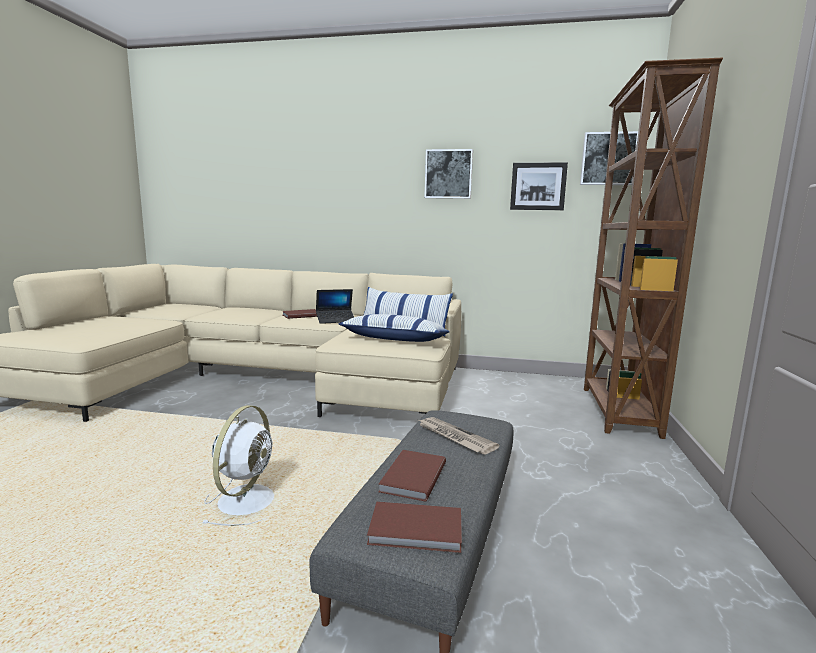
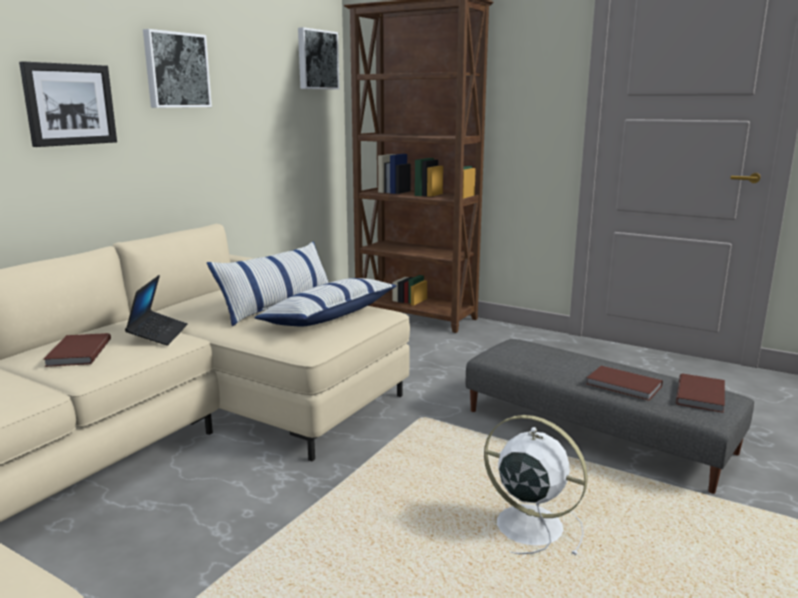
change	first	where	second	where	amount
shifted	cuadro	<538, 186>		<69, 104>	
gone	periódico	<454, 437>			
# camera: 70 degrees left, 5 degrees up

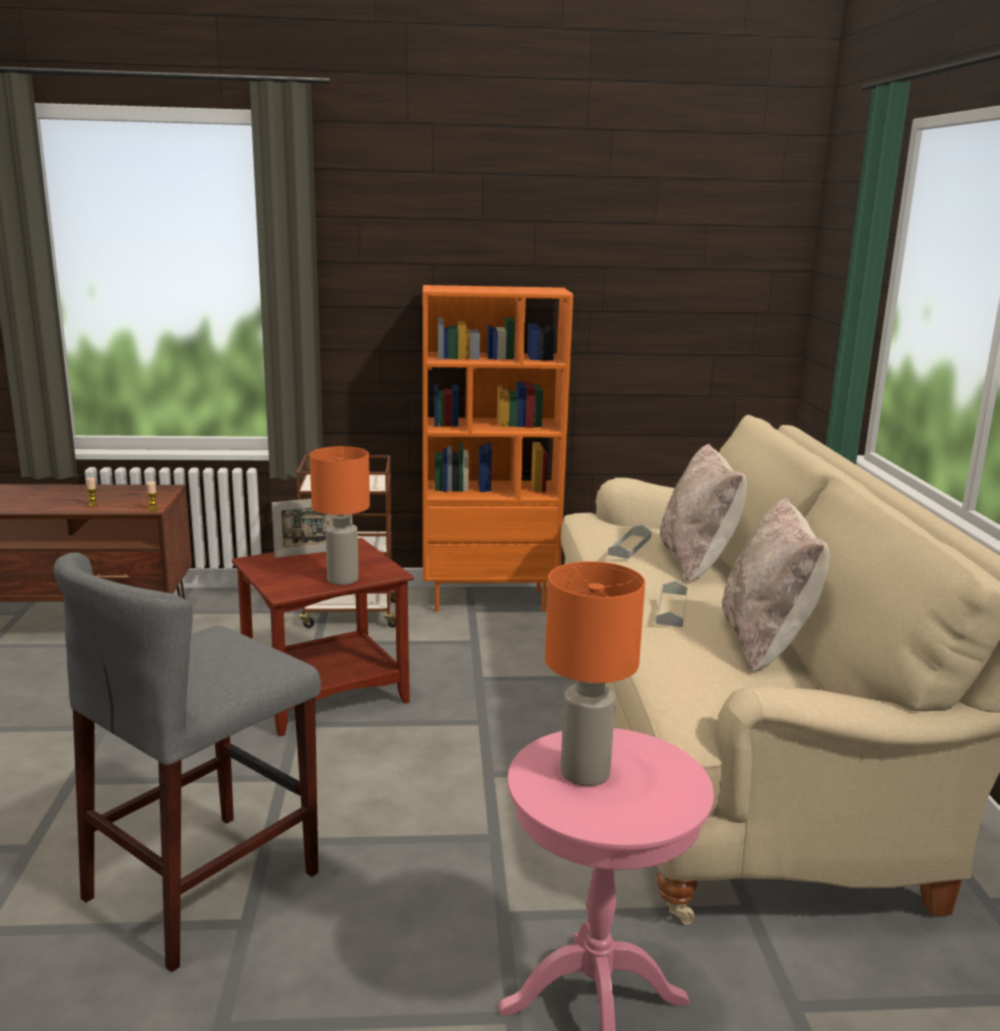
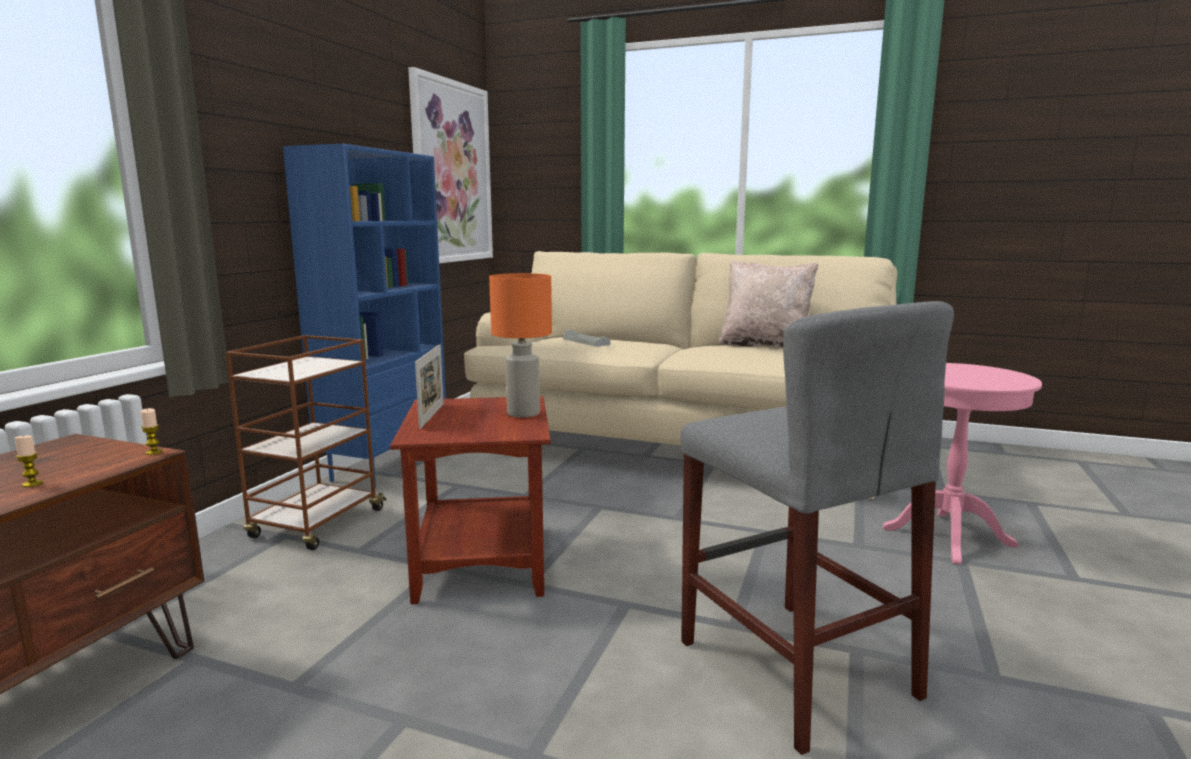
change	first	where	second	where	amount
repainted	estantería/naranja	<490, 600>	estantería/azul	<386, 465>	
gone	cojín/beis	<697, 561>			
gone	lámpara de mesa/naranja	<584, 774>			
gone	bandeja/gris	<671, 609>			
new			cuadro	<452, 173>	
# camera: 65 degrees left, 5 degrees down

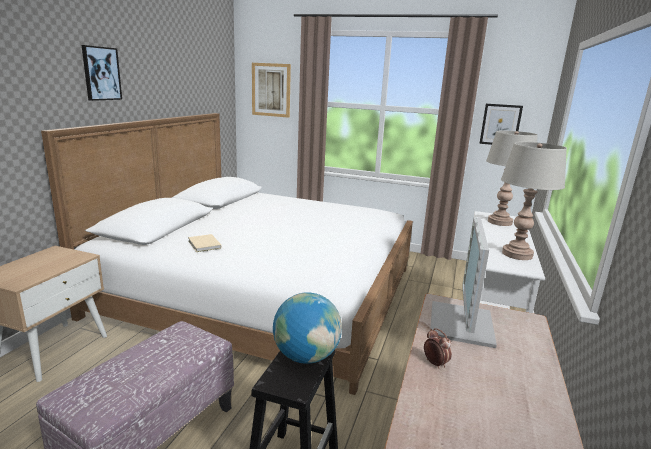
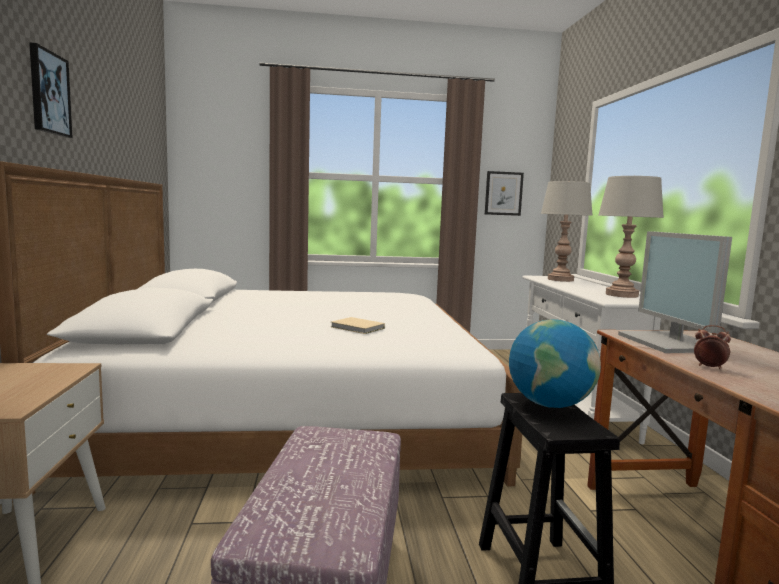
change	first	where	second	where	amount
gone	cuadro	<271, 90>			
shifted	libro/beis	<204, 245>		<358, 328>	
# camera: 25 degrees left, 10 degrees down

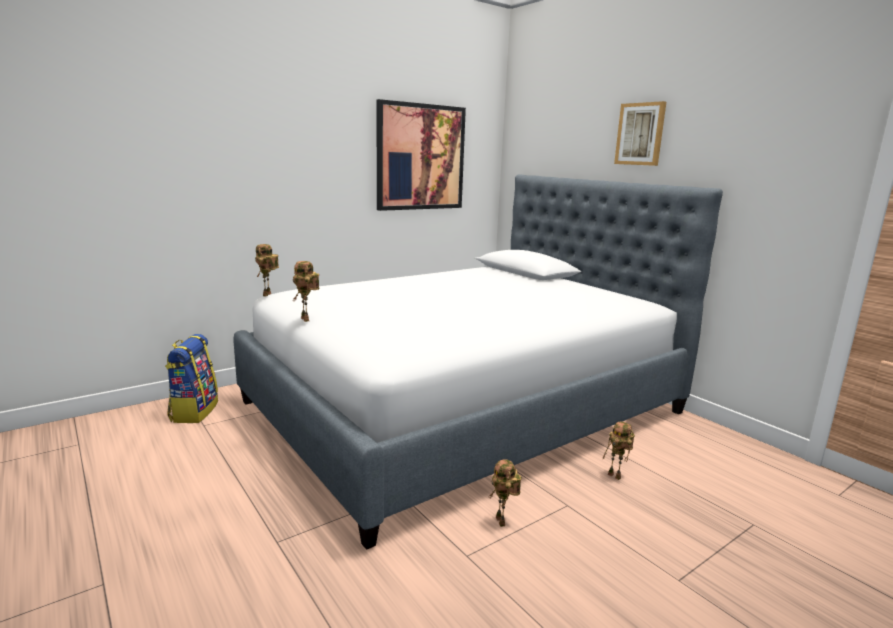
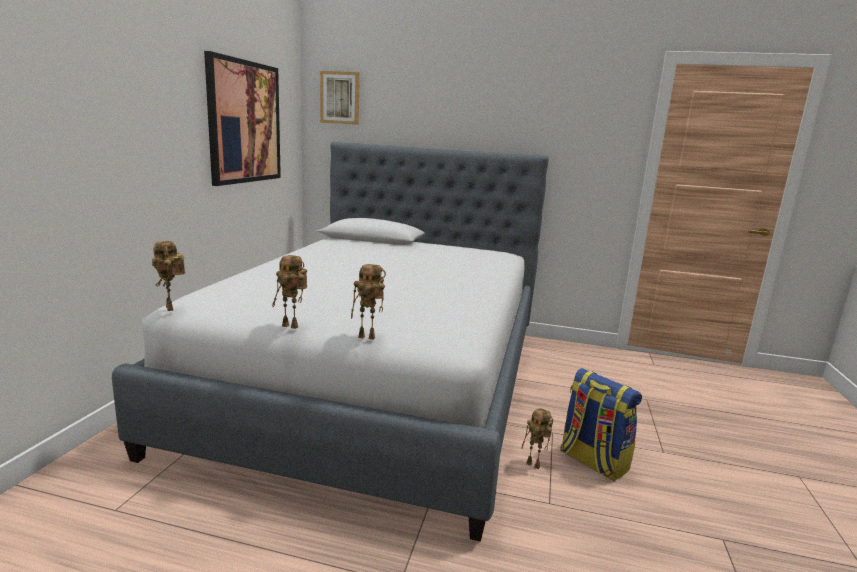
change	first	where	second	where	amount
shifted	cuadro	<640, 134>		<340, 98>	
shifted	mochila	<194, 411>		<592, 462>	
shifted	robot de juguete	<616, 476>		<368, 337>	
# camera: 40 degrees left, 0 degrees up

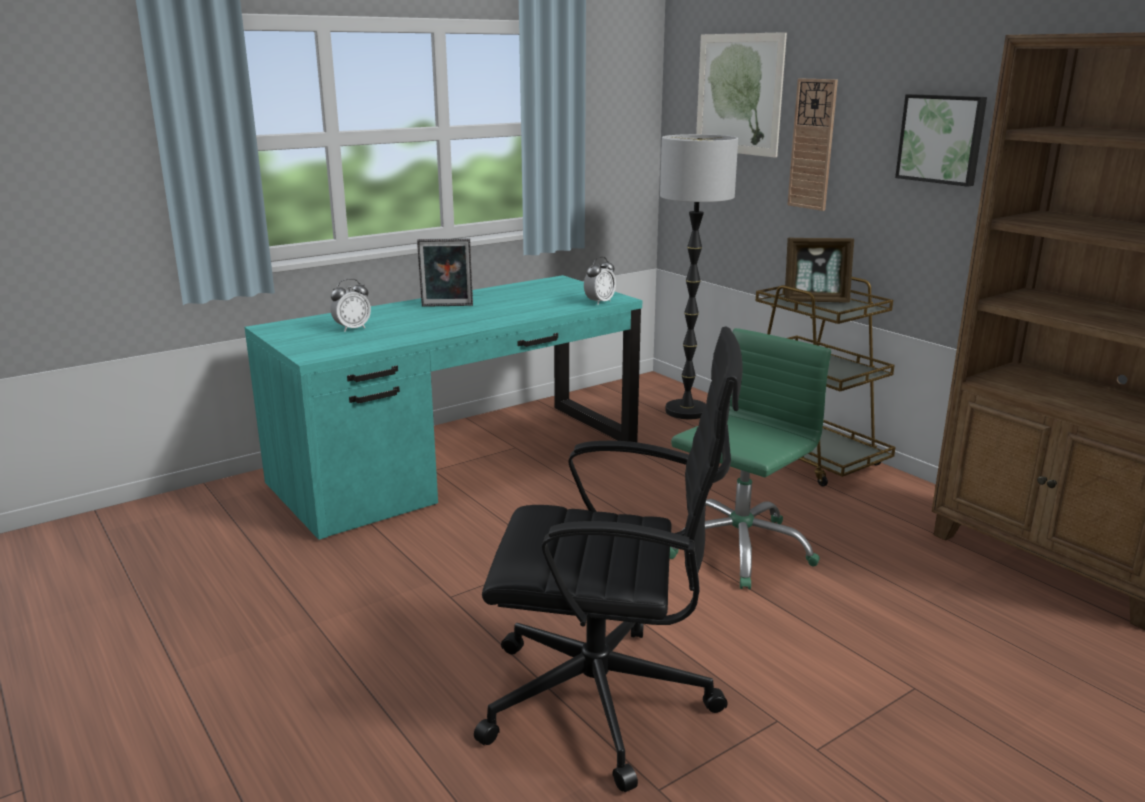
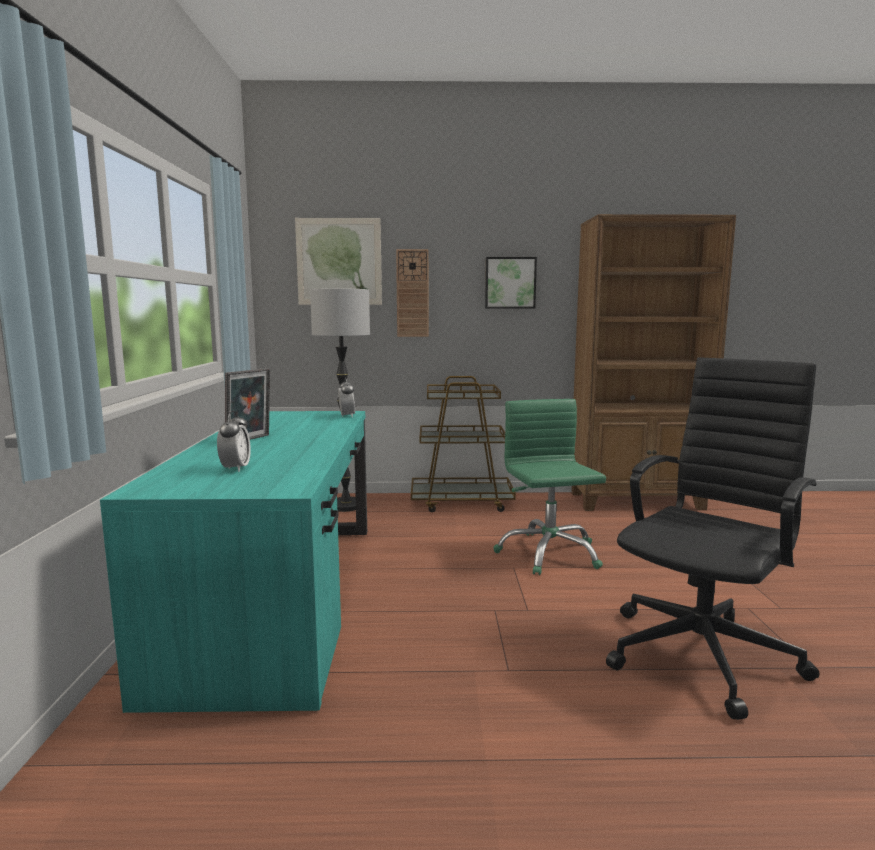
change	first	where	second	where	amount
gone	portarretratos	<816, 301>			
# camera: 55 degrees left, 10 degrees down

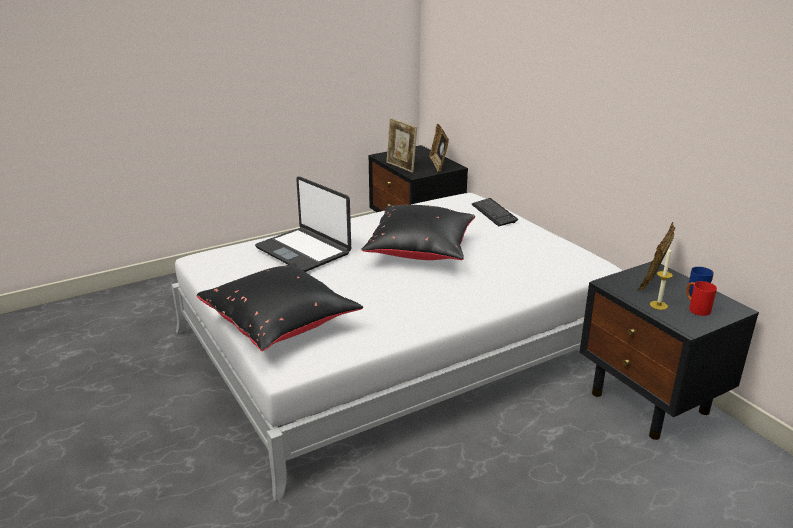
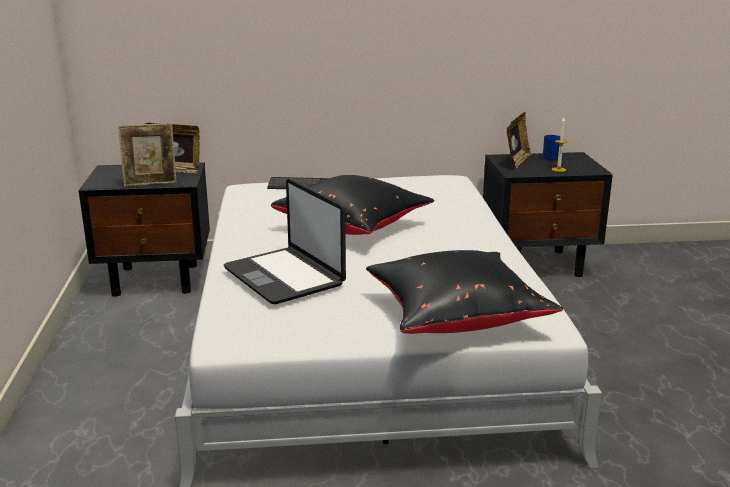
change	first	where	second	where	amount
rotated	portátil	<304, 250>		<285, 276>	75 degrees clockwise
rotated	portarretratos	<653, 279>		<517, 161>	120 degrees counterclockwise
gone	taza grande/rojo	<696, 309>			
# camera: 65 degrees left, 5 degrees down

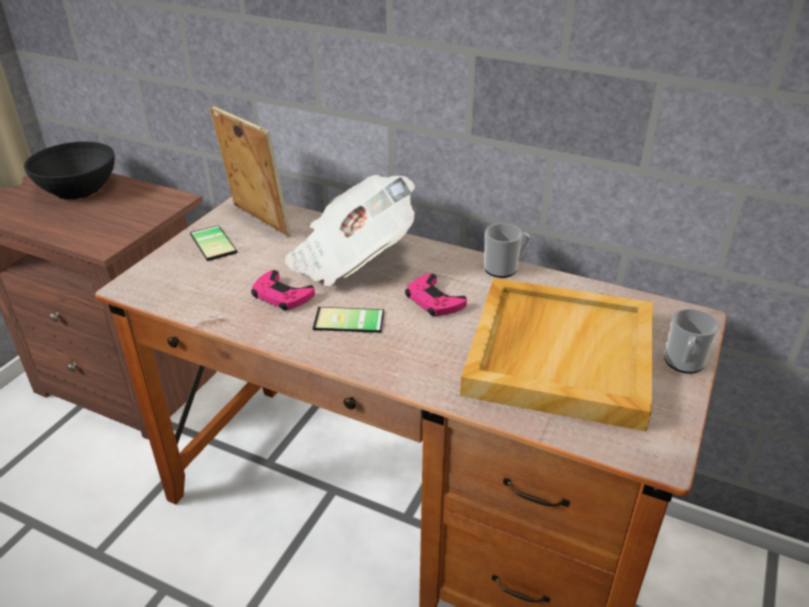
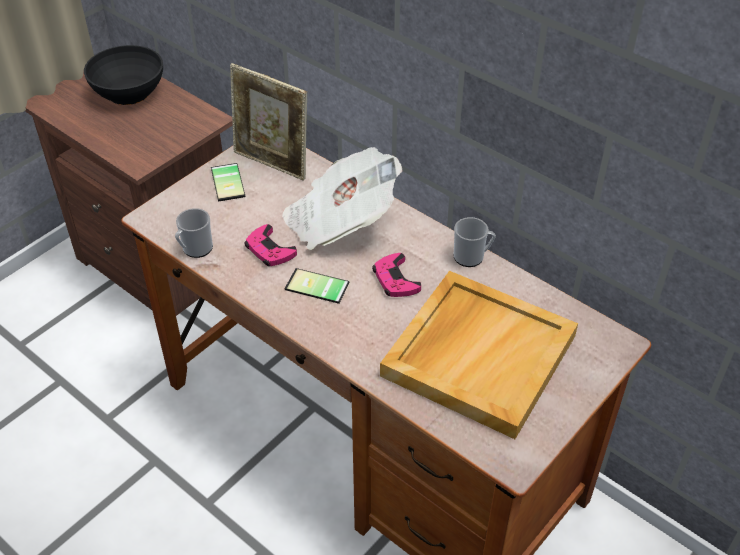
change	first	where	second	where	amount
rotated	portarretratos	<257, 221>		<272, 164>	150 degrees clockwise
shifted	taza grande	<683, 364>		<195, 249>	
# camera: 15 degrees right, 10 degrees up

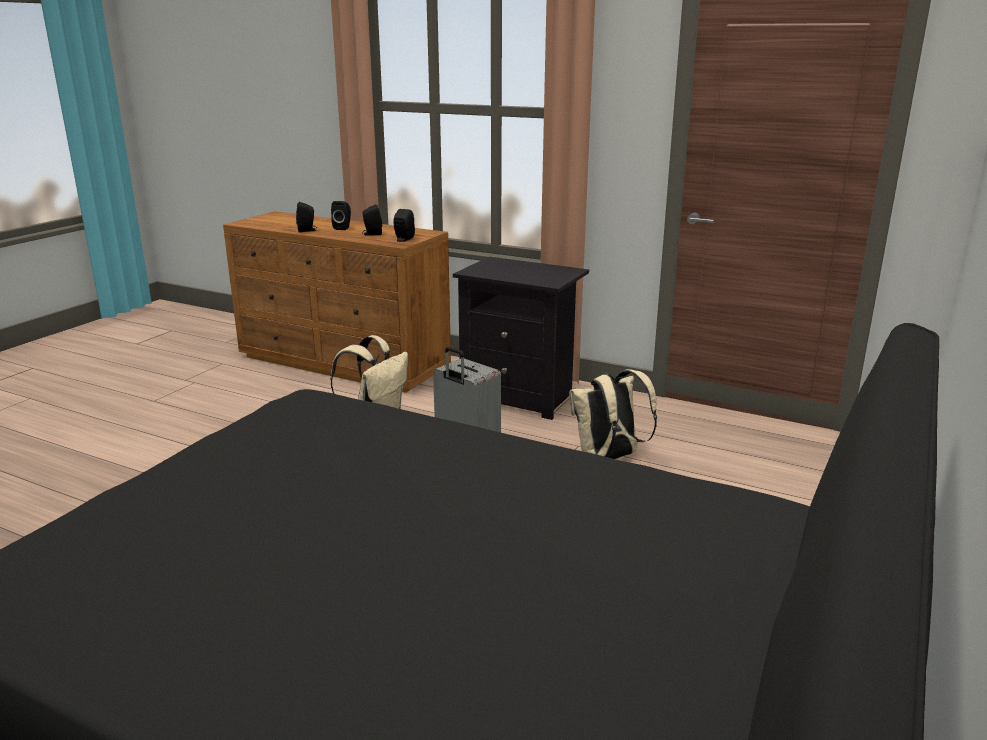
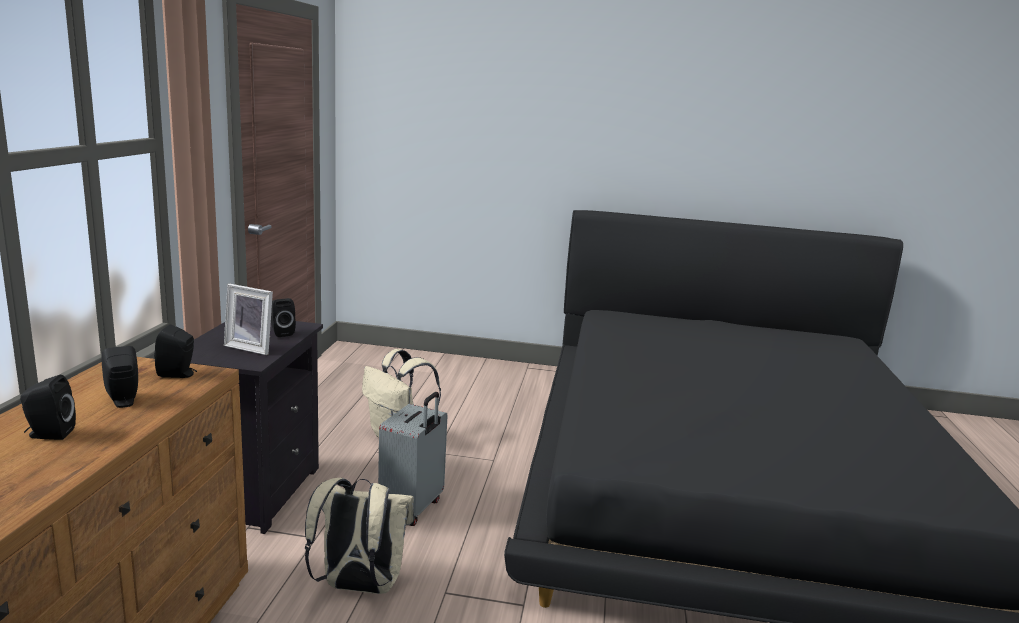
change	first	where	second	where	amount
shifted	altavoz/negro	<307, 230>		<281, 333>	
new			portarretratos	<252, 347>	
# camera: 110 degrees left, 5 degrees down

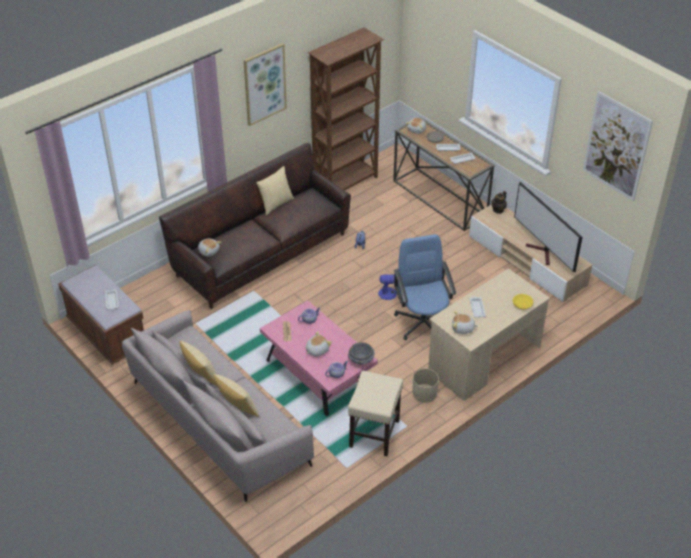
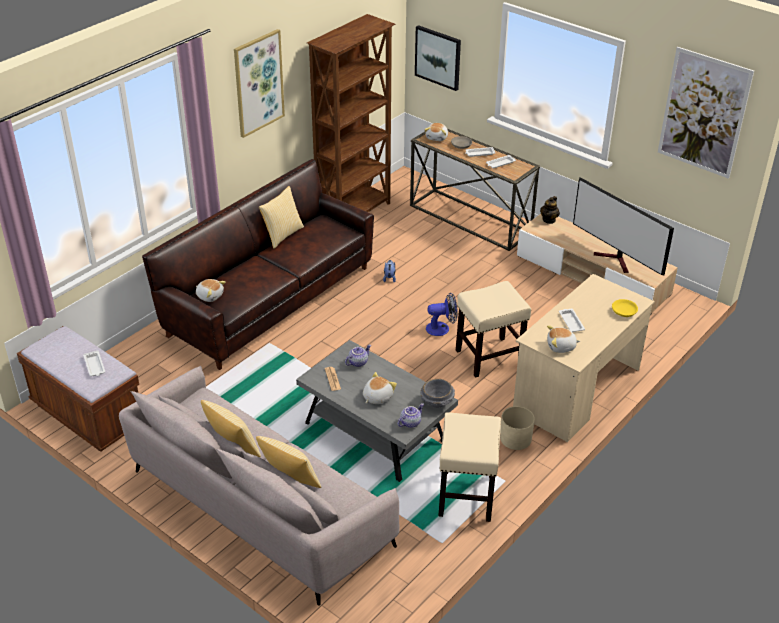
change	first	where	second	where	amount
swapped	silla de oficina/azul	<423, 322>	taburete/beis	<490, 356>	
repainted	mesa de centro/rosa	<317, 375>	mesa de centro/gris	<375, 433>	
new			cuadro	<438, 57>	
# camera: 10 degrees left, 5 degrees down

